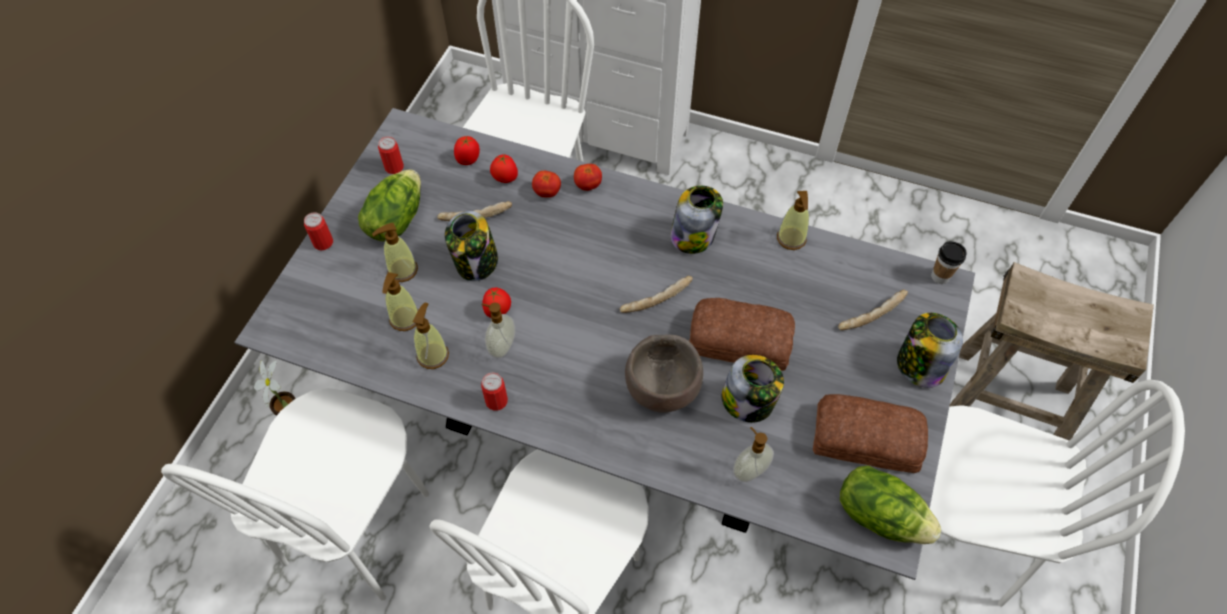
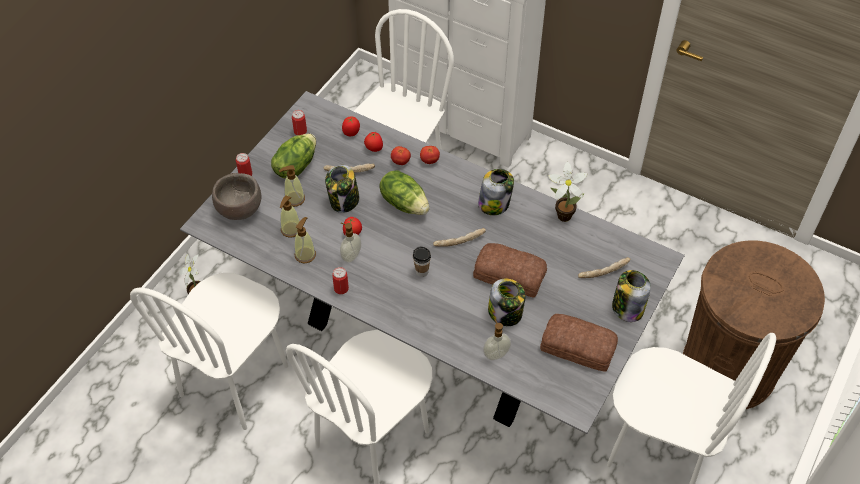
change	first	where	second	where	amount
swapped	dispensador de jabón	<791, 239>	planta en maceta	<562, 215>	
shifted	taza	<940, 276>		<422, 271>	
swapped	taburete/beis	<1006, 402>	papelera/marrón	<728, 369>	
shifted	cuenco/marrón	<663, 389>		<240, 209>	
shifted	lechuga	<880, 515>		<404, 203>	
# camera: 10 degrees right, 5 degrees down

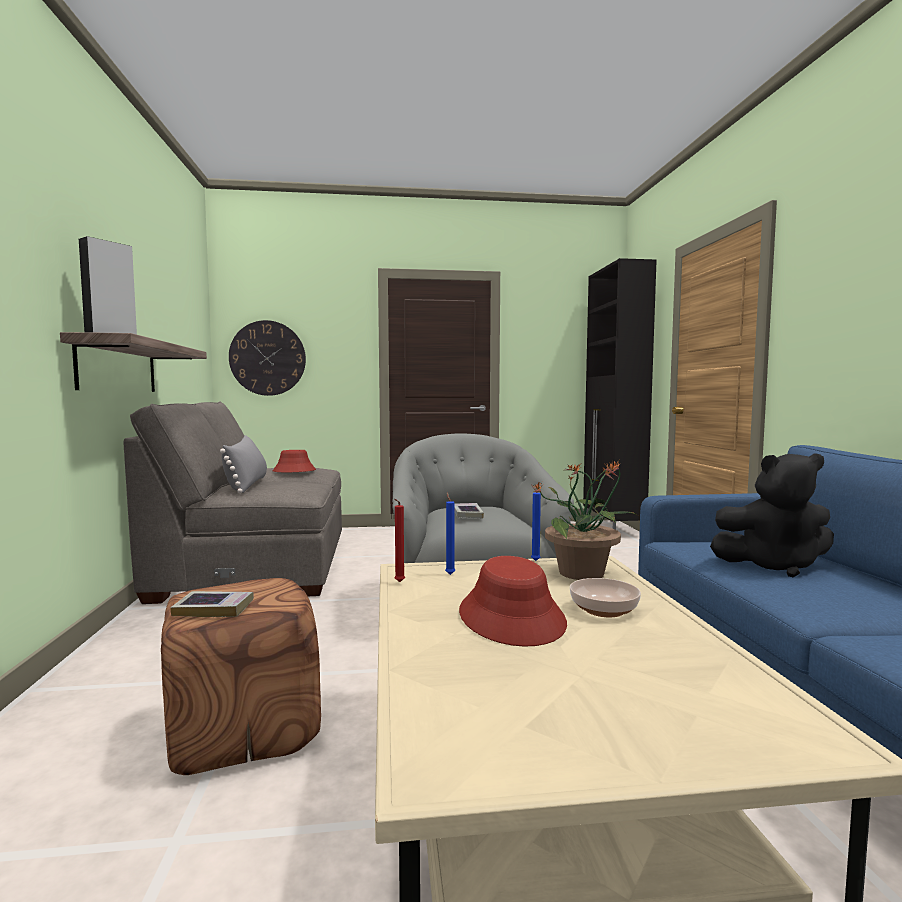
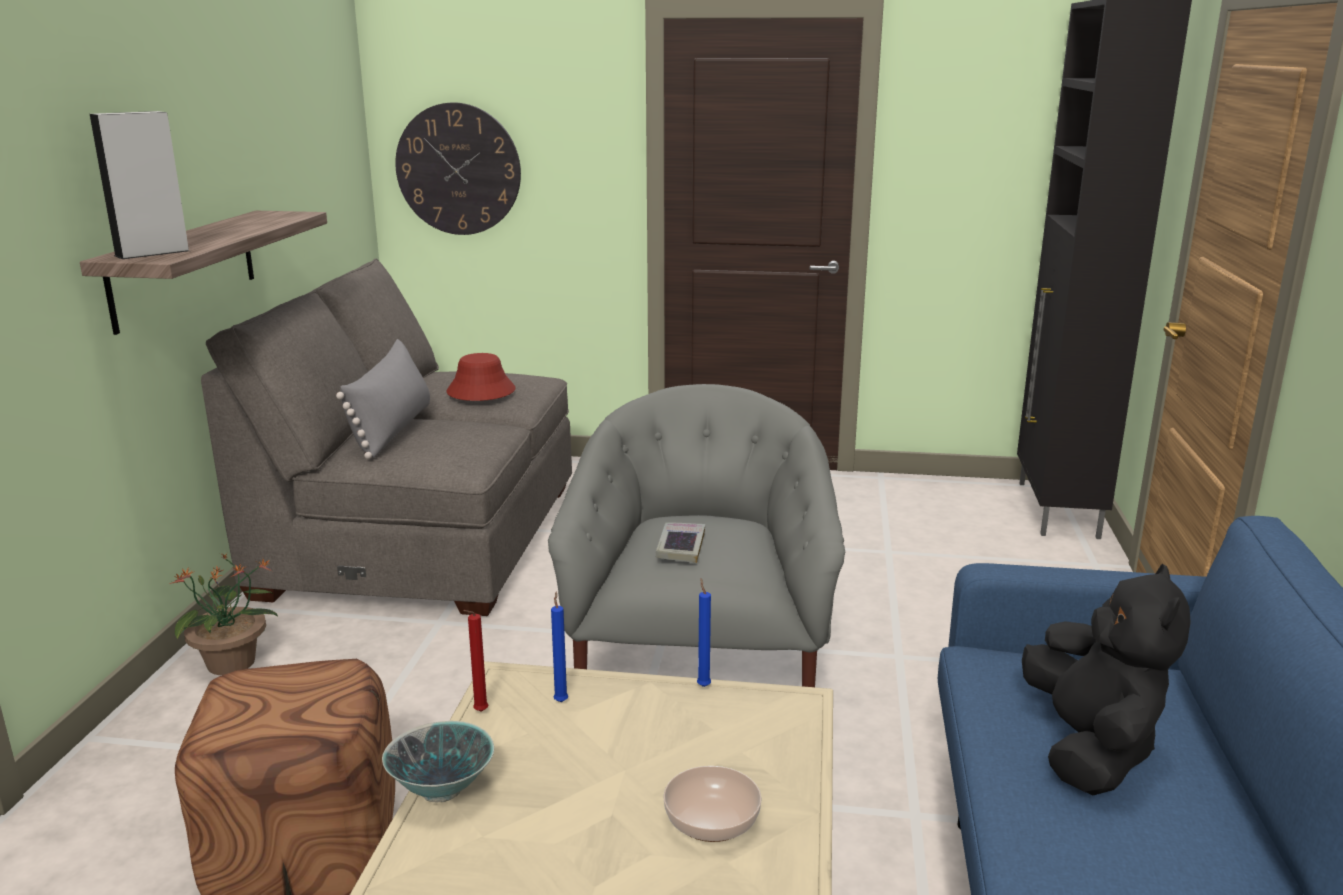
change	first	where	second	where	amount
rotated	peluche/negro	<773, 566>		<1090, 749>	105 degrees counterclockwise
shifted	planta en maceta	<583, 573>		<232, 663>	
gone	sombrero/rojo	<512, 617>			
gone	libro	<214, 609>			
new			cuenco	<442, 791>	
# camera: 15 degrees right, 15 degrees up

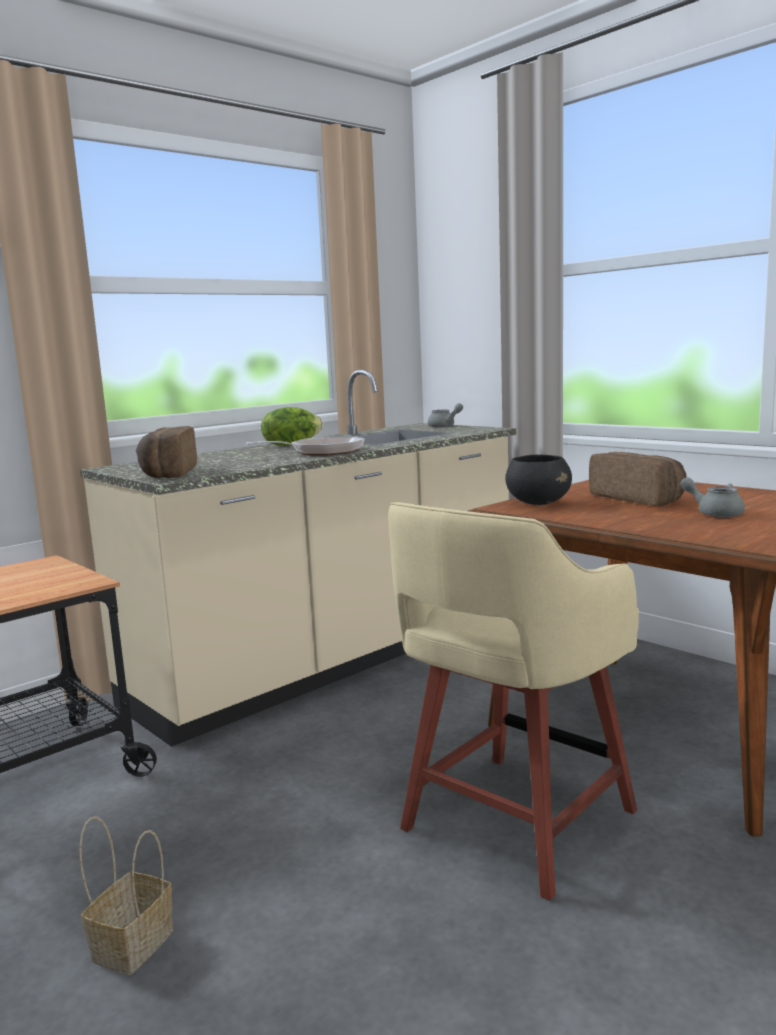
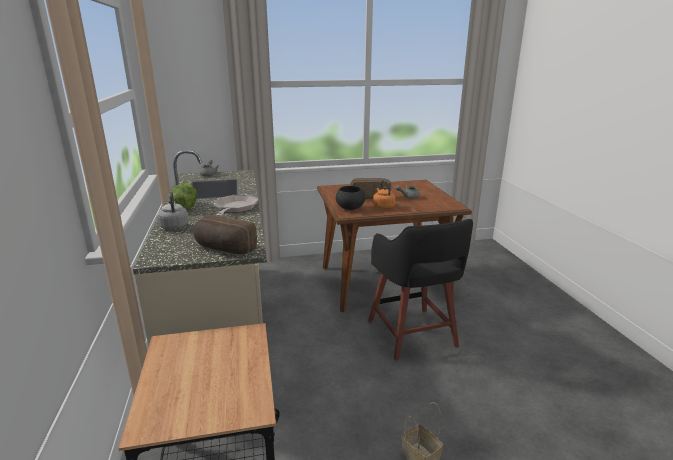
change	first	where	second	where	amount
repainted	taburete/beis	<513, 823>	taburete/negro	<412, 335>	
new			hervidor/naranja	<383, 206>	
new			hervidor/gris	<174, 226>	
# camera: 60 degrees left, 10 degrees up

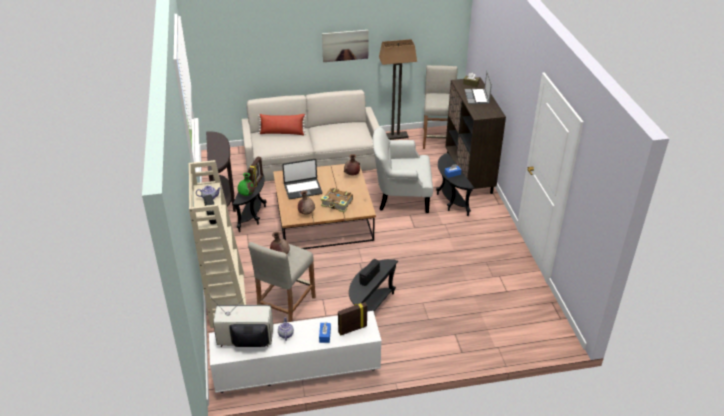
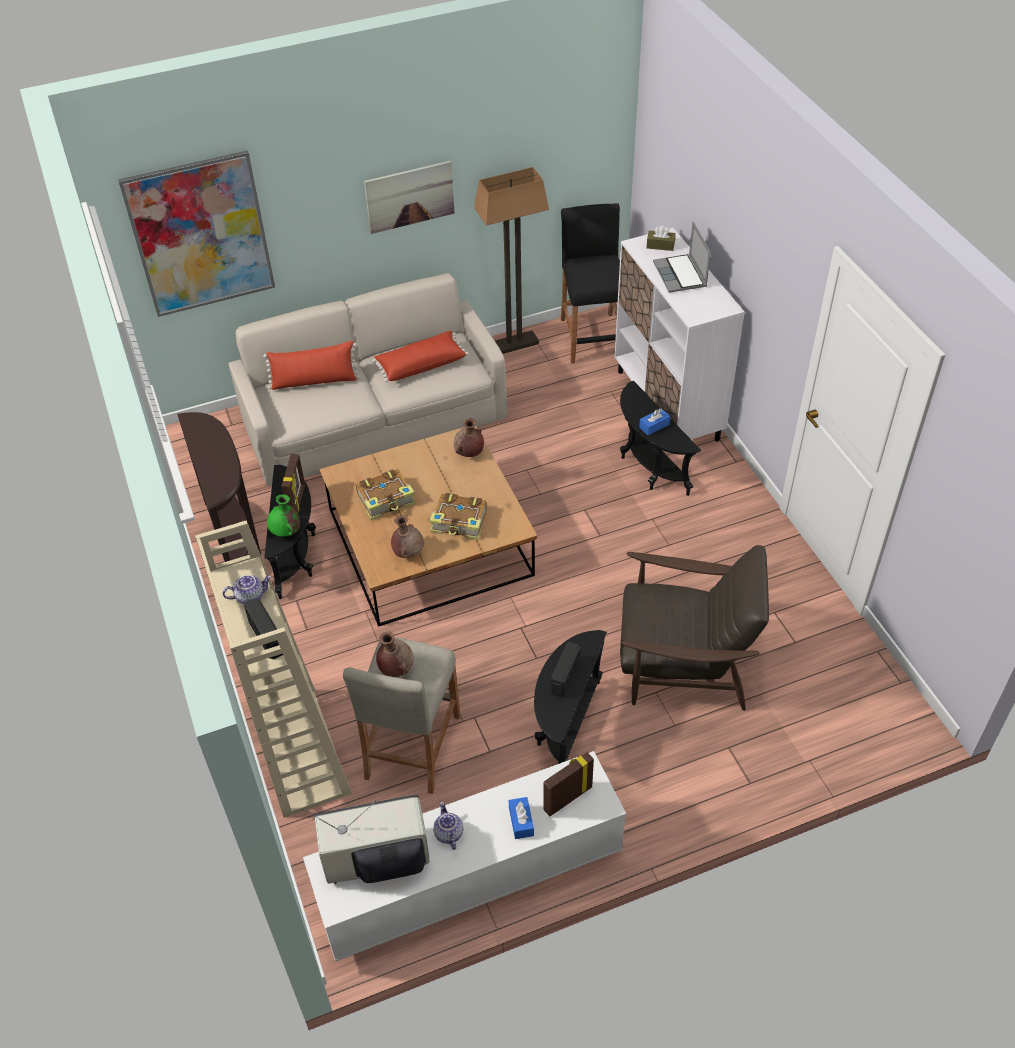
change	first	where	second	where	amount
repainted	taburete/beis	<437, 138>	taburete/negro	<592, 337>	
repainted	armario/marrón	<469, 174>	armario/blanco	<667, 405>	
gone	sillón/blanco	<401, 196>			
swapped	portátil	<303, 189>	libro	<386, 500>	
new			cuadro	<200, 235>	
new			cojín/rojo	<421, 364>	
new			sillón/marrón	<683, 662>	
# camera: 10 degrees left, 10 degrees up

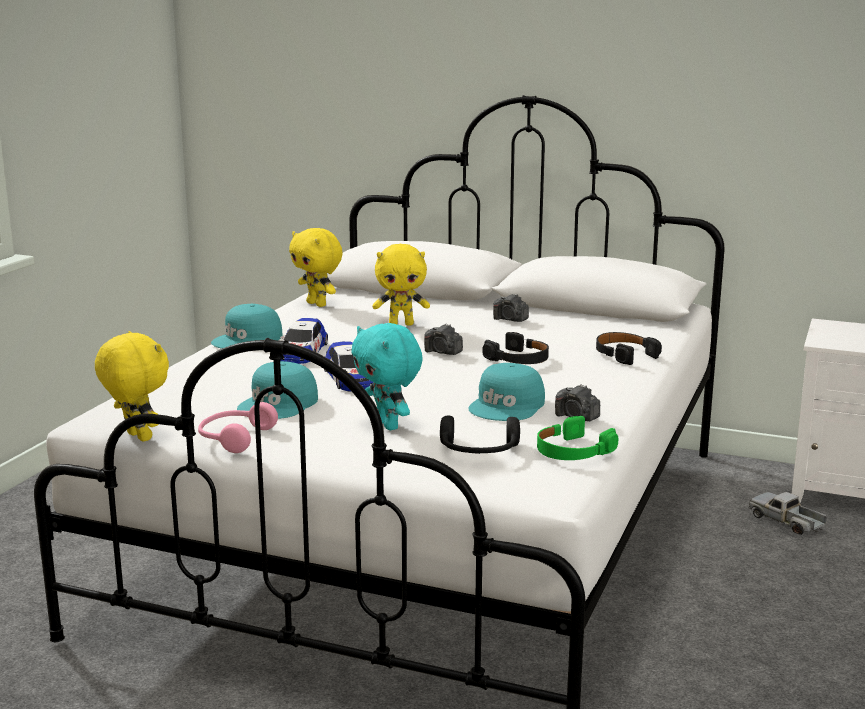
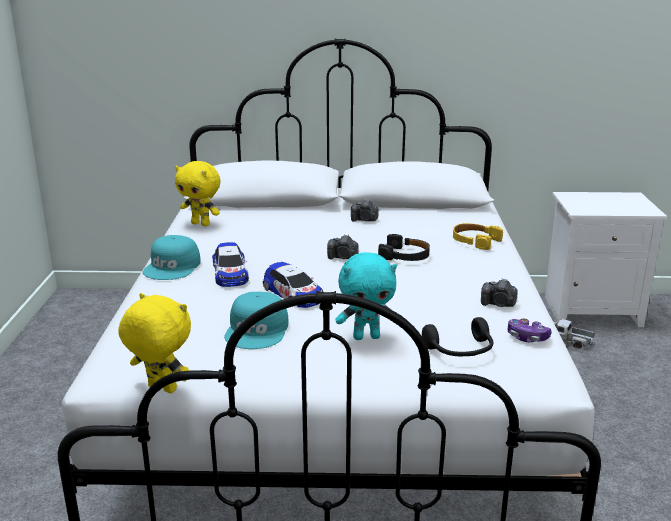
change	first	where	second	where	amount
gone	peluche/amarillo	<401, 324>			
rotated	peluche/turquesa	<388, 425>		<366, 337>	45 degrees counterclockwise
repainted	auriculares/negro	<624, 354>	auriculares/amarillo	<475, 241>	
gone	gorra/turquesa	<508, 406>			
gone	auriculares/rosa	<234, 438>			
swapped	auriculares/verde	<572, 451>	mando de consola	<527, 337>	
# camera: 20 degrees left, 5 degrees up

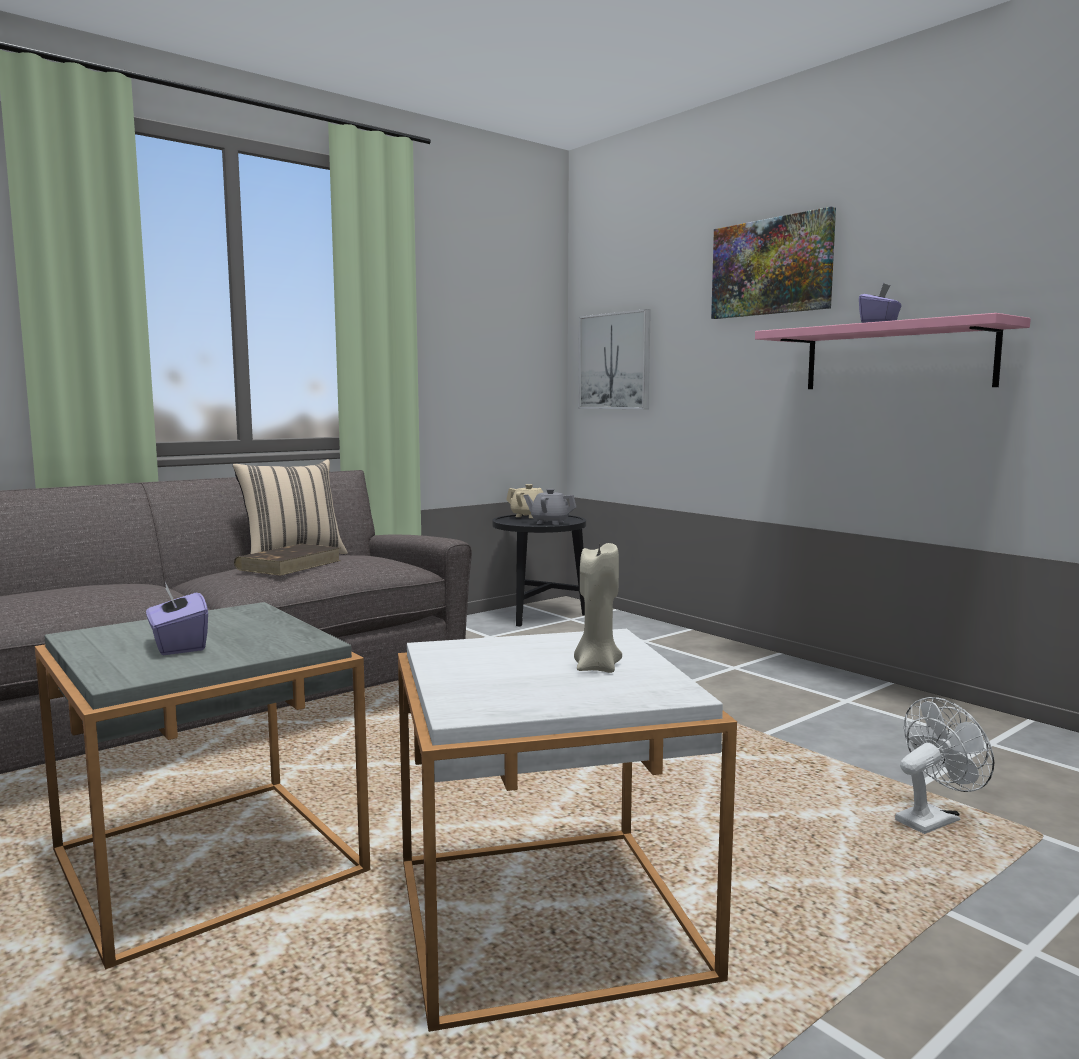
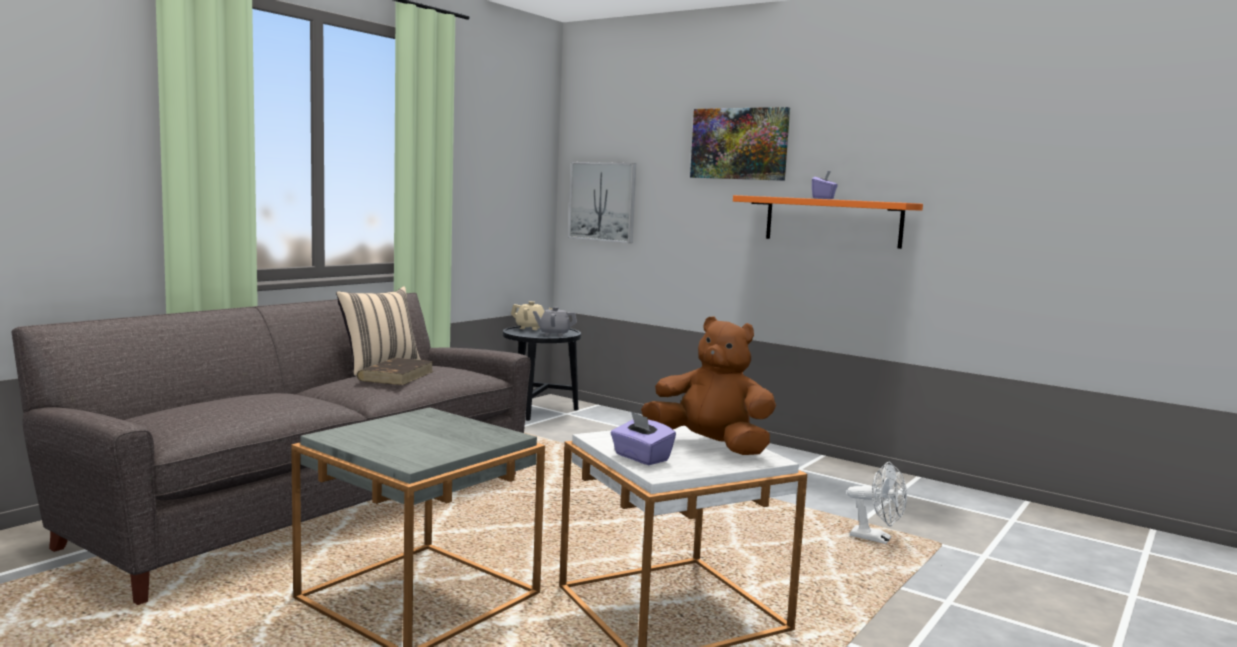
change	first	where	second	where	amount
repainted	estante/rosa	<897, 357>	estante/naranja	<832, 221>	
swapped	vela/beis	<596, 668>	peluche/marrón	<710, 446>	
shifted	caja de pañuelos/morado	<178, 645>		<641, 458>	
rotated	ventilador/blanco	<932, 819>		<877, 539>	75 degrees clockwise
# camera: 15 degrees left, 0 degrees up

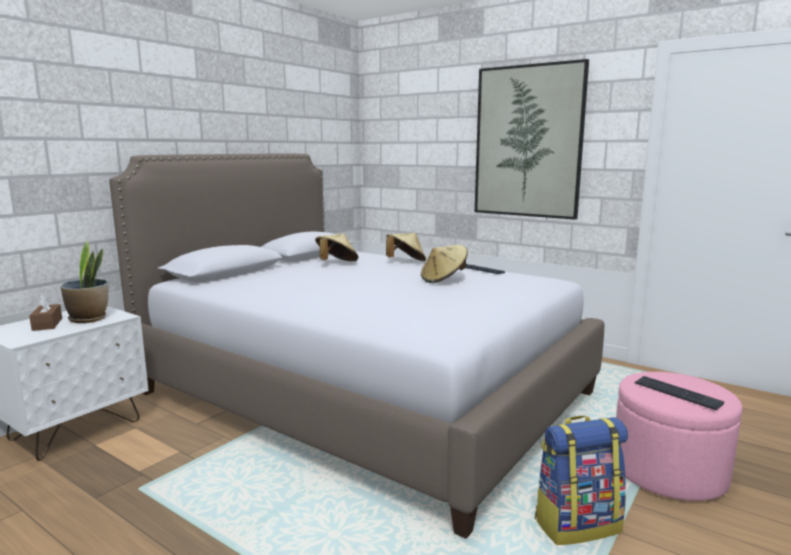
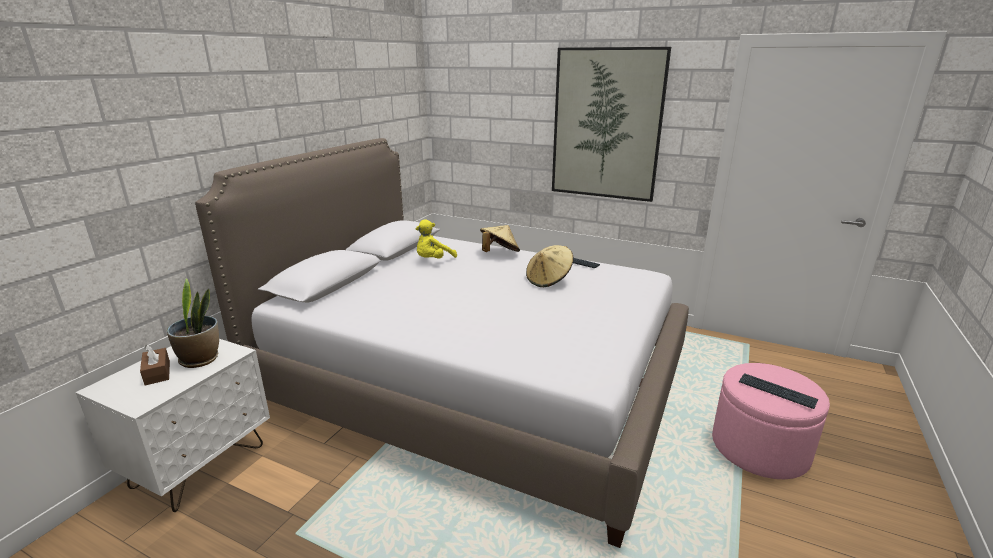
change	first	where	second	where	amount
swapped	sombrero/beis	<336, 263>	peluche/amarillo	<433, 260>	
gone	mochila	<577, 524>			
# camera: 10 degrees left, 10 degrees up

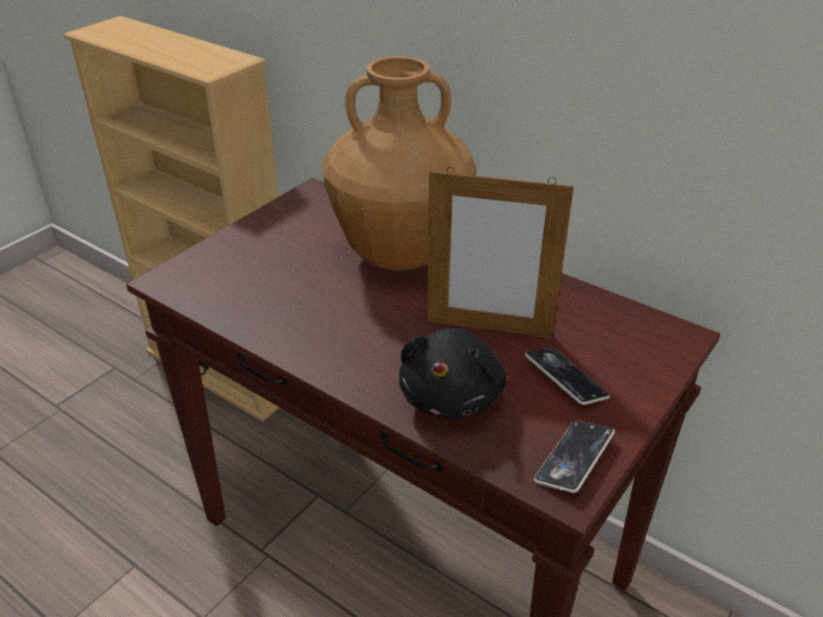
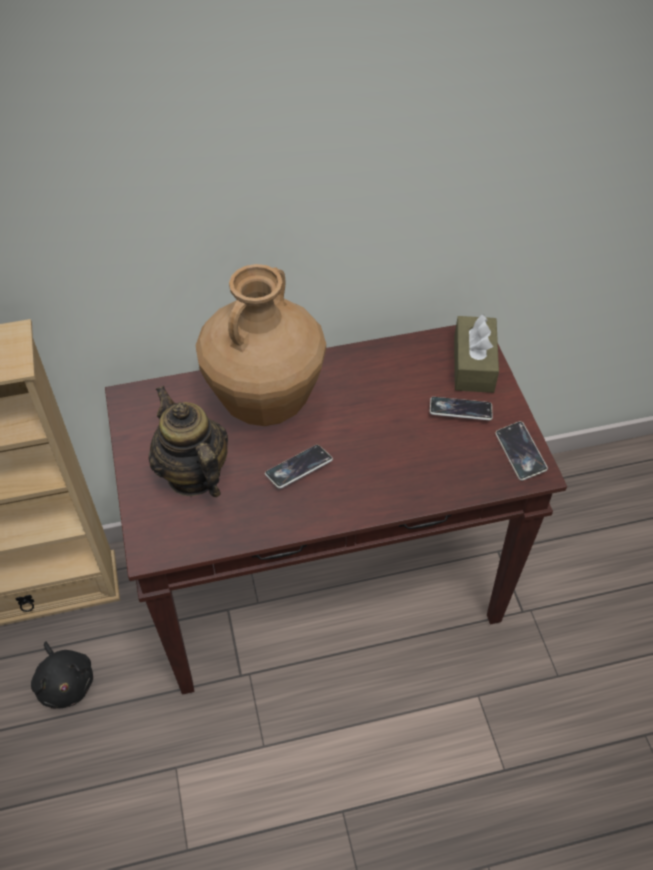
change	first	where	second	where	amount
gone	portarretratos	<489, 328>			
shifted	peluche/negro	<453, 396>		<65, 682>	
new			caja de pañuelos/marrón	<473, 364>	
new			tetera	<193, 474>	
new			móvil	<298, 469>	
# camera: 50 degrees left, 15 degrees up

